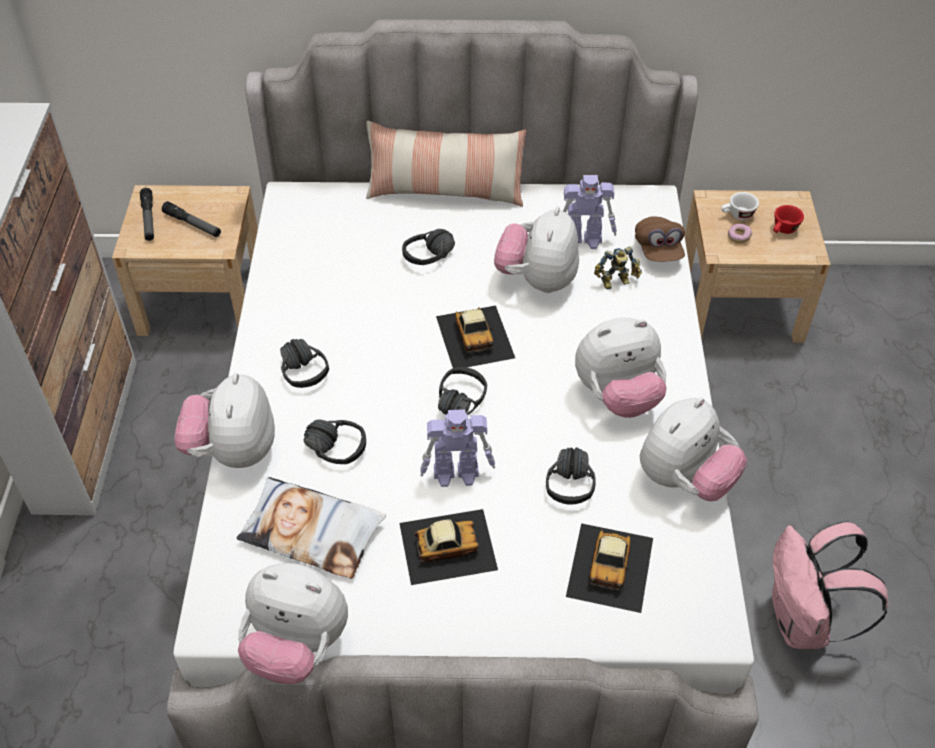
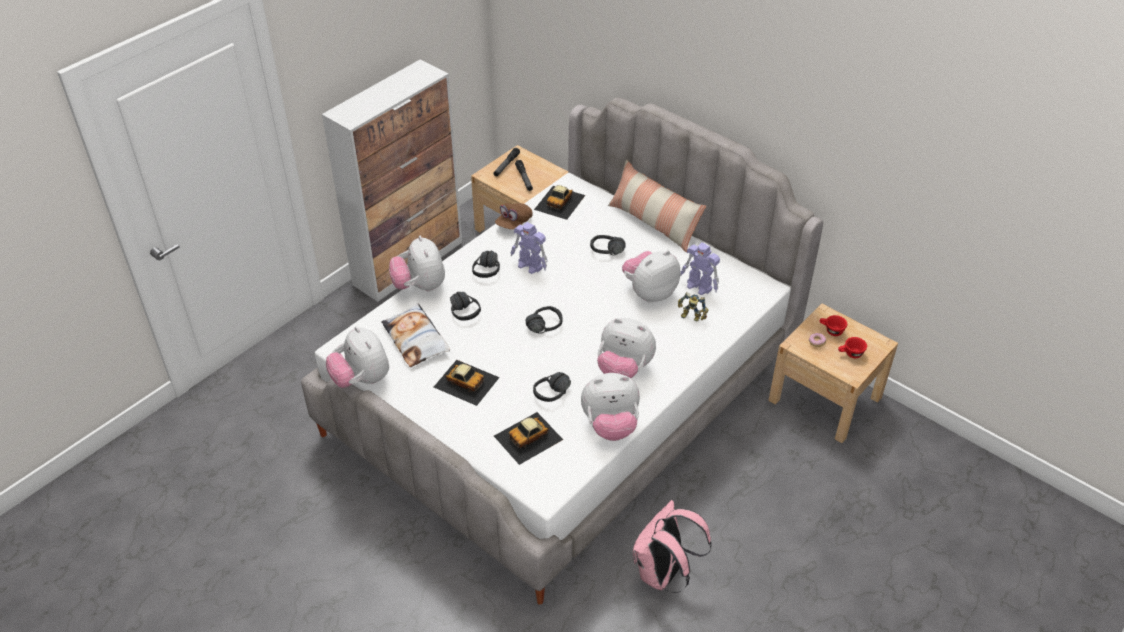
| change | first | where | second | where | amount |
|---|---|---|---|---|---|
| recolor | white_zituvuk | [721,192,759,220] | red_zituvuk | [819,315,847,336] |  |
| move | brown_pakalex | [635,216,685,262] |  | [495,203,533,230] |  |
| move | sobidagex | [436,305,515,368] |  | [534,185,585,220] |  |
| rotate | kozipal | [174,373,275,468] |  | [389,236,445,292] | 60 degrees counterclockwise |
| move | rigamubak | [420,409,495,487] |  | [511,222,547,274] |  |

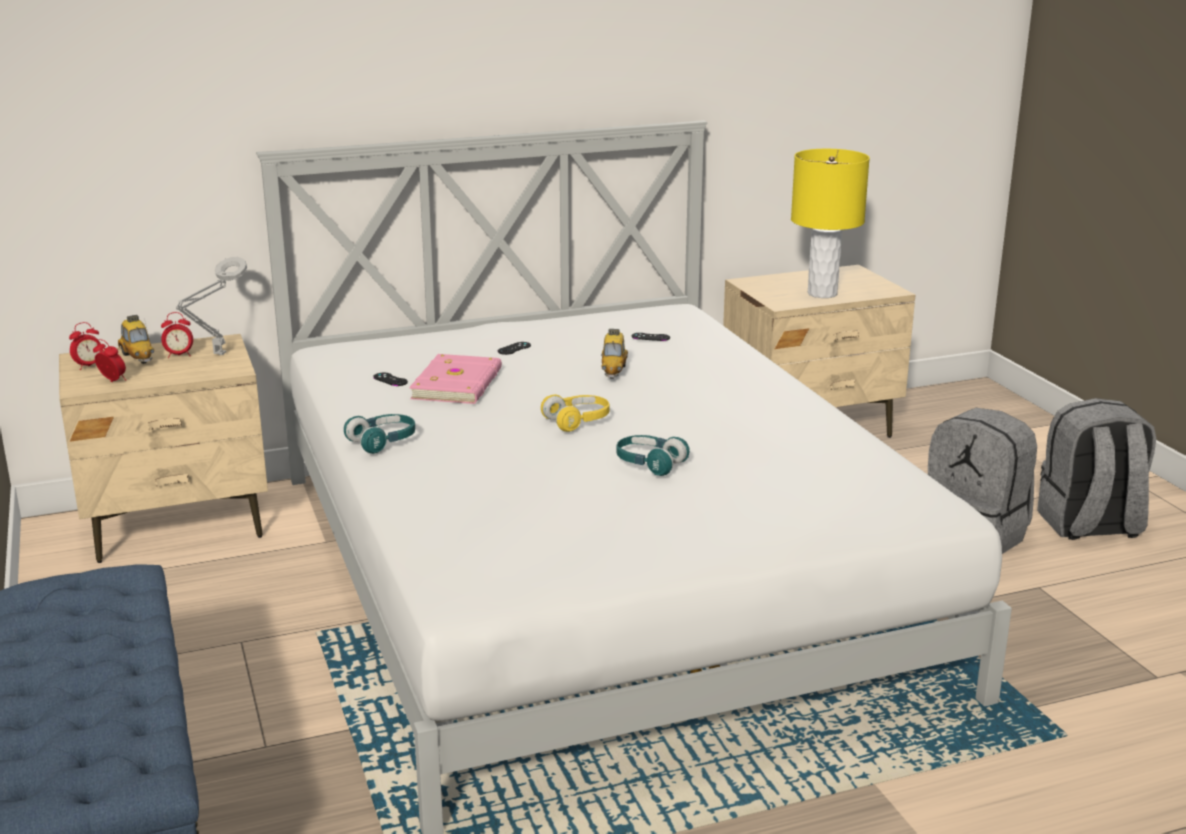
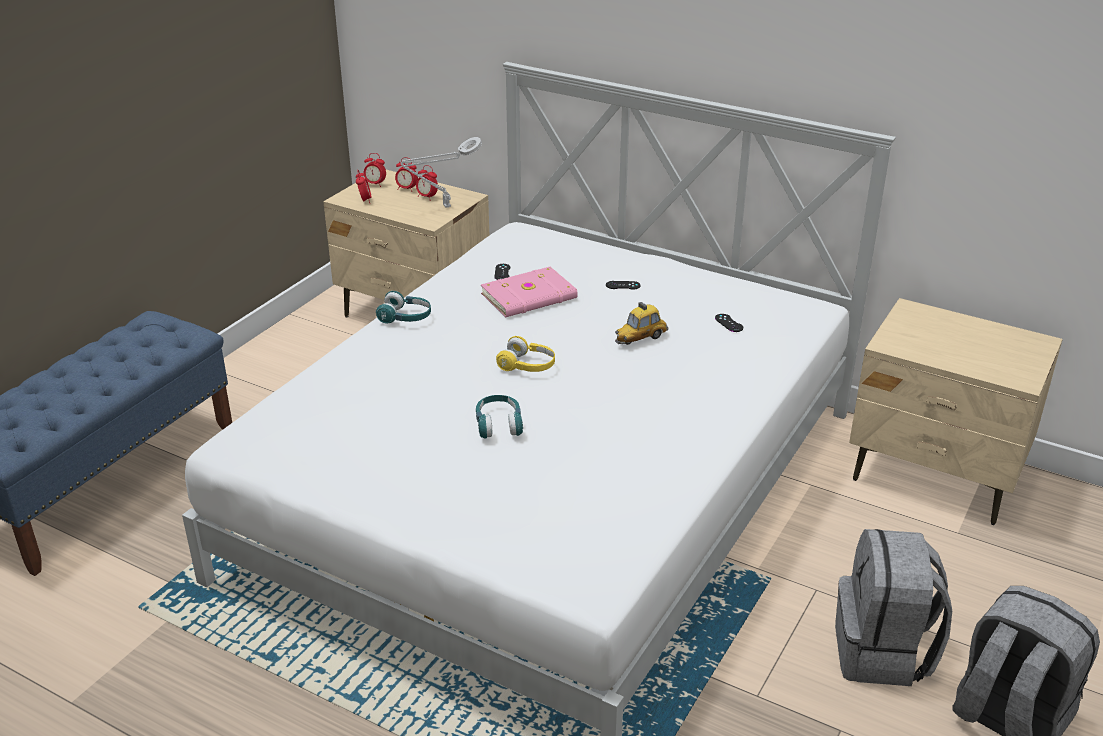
| change | first | where | second | where | amount |
|---|---|---|---|---|---|
| delete | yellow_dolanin | [791,149,870,298] |  |  |  |
| replace | sobidagex | [118,315,155,364] | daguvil | [395,157,418,192] |  |

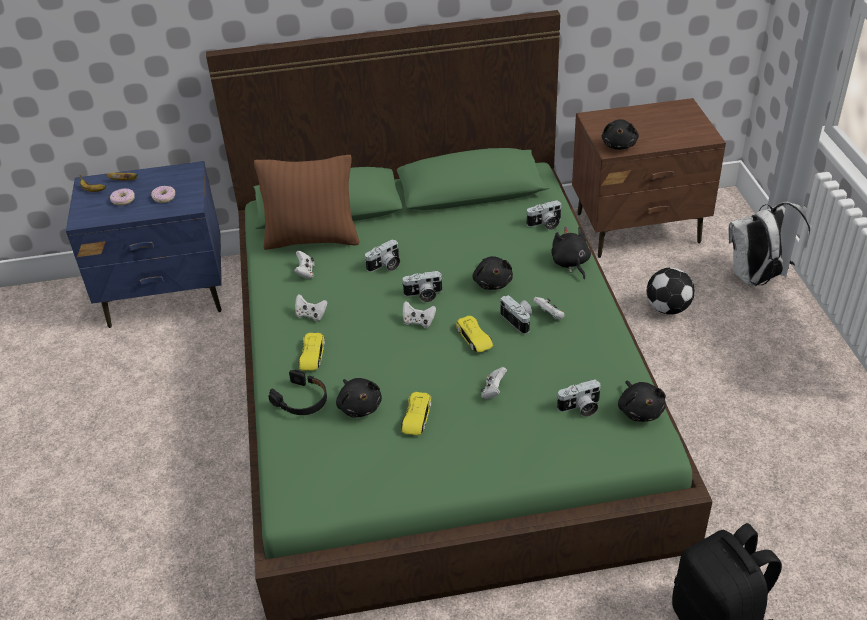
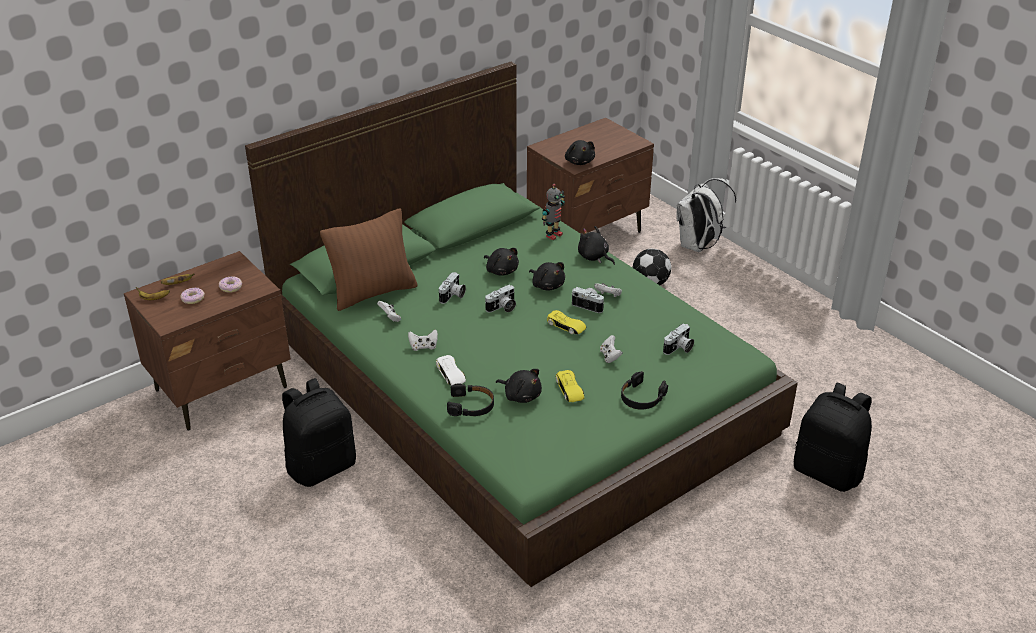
| change | first | where | second | where | amount |
|---|---|---|---|---|---|
| recolor | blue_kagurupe | [66,161,221,328] | brown_kagurupe | [124,251,291,431] |  |
| replace | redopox | [526,200,562,230] | rigamubak | [542,184,565,240] |  |
| delete | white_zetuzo | [403,301,436,328] |  |  |  |
| recolor | yellow_sobidagex | [298,333,325,371] | white_sobidagex | [436,355,466,386] |  |
| move | black_kozipal | [618,380,666,422] |  | [484,248,519,276] |  |
| insert |  |  | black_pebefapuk | [621,371,668,410] |  |
| insert |  |  | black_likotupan | [282,378,356,487] |  |

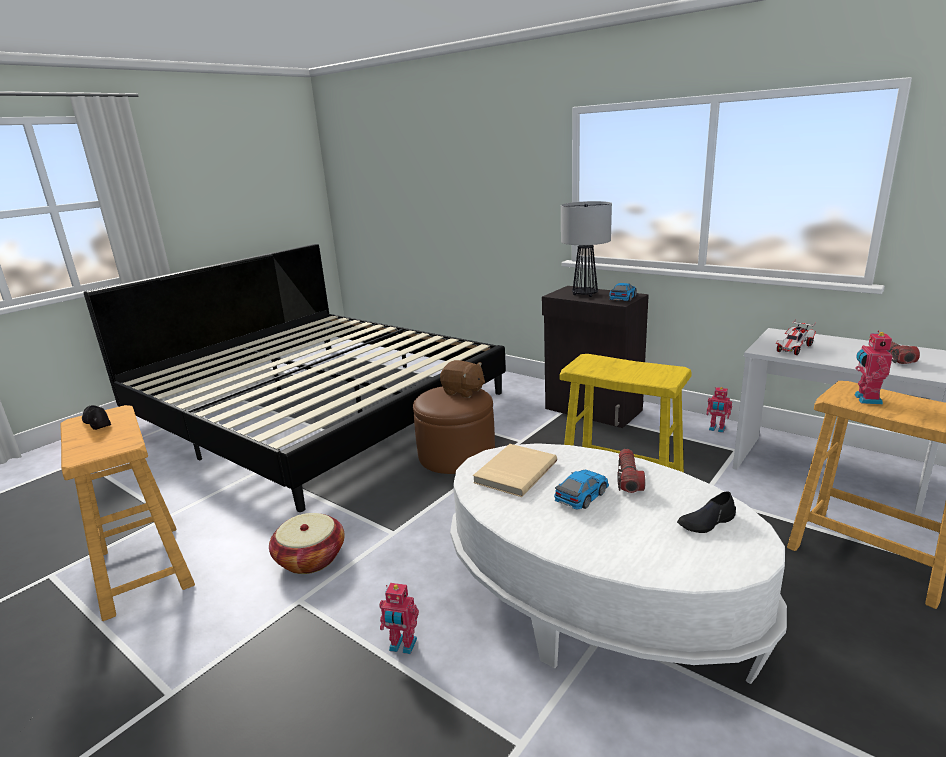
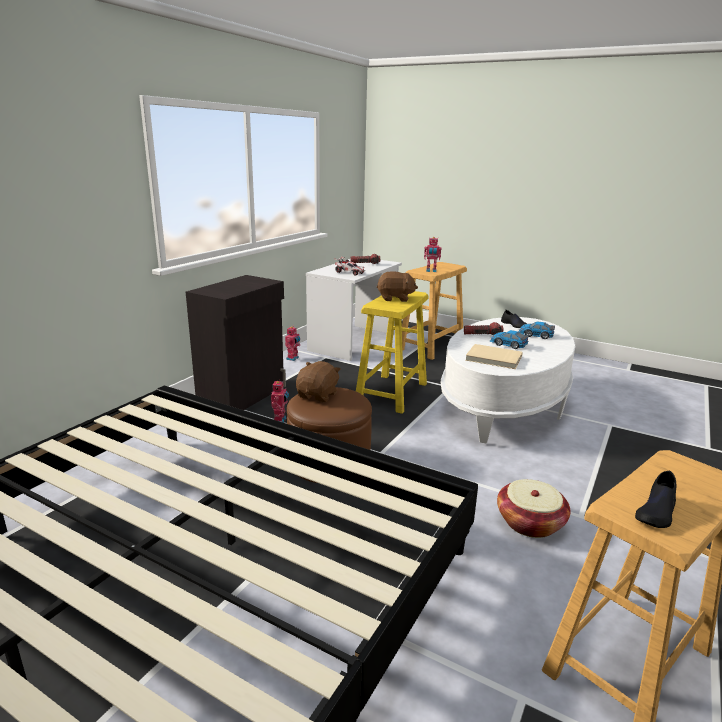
| change | first | where | second | where | amount |
|---|---|---|---|---|---|
| delete | dolanin | [561,201,612,297] |  |  |  |
| move | sobidagex | [609,283,637,302] |  | [518,321,555,339] |  |
| move | rigamubak | [379,583,419,654] |  | [271,381,289,423] |  |
| insert |  |  | brown_kozipal | [377,271,418,302] |  |

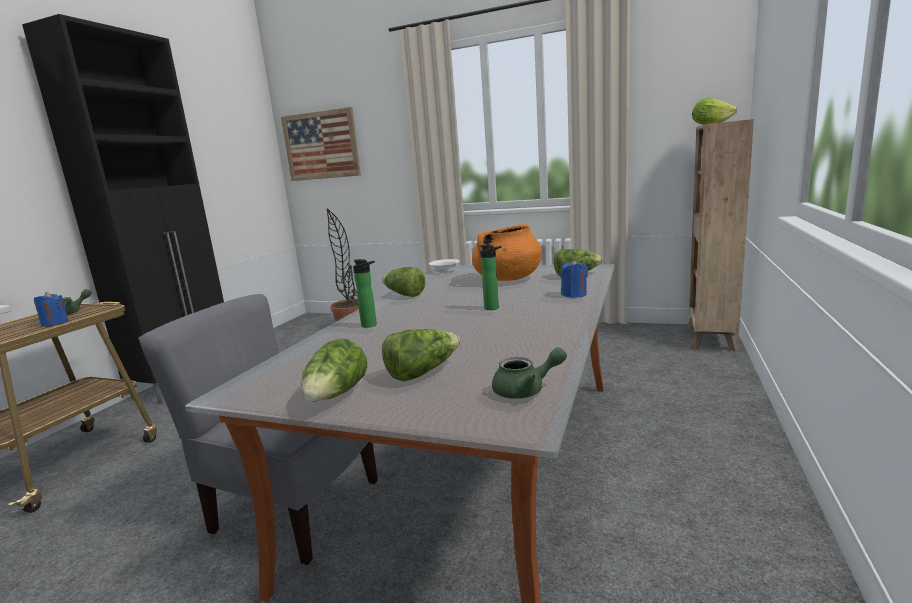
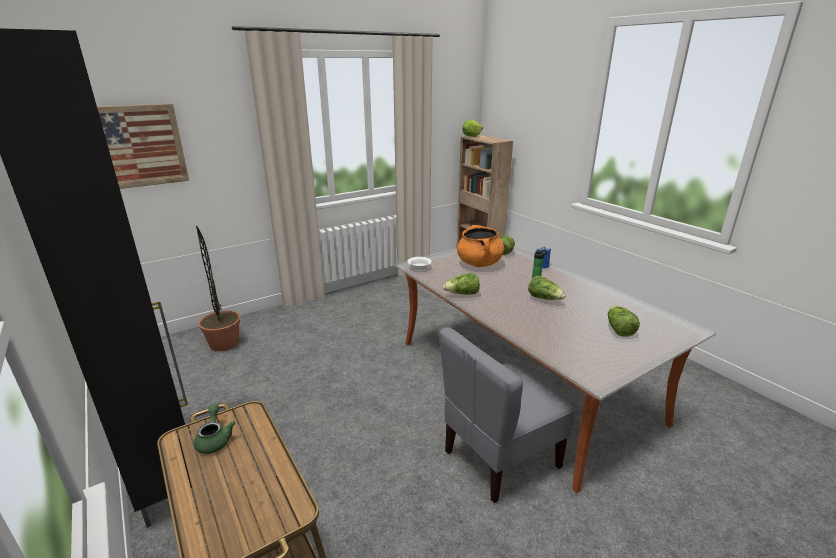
| change | first | where | second | where | amount |
|---|---|---|---|---|---|
| delete | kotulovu | [353,259,377,328] |  |  |  |
| delete | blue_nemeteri | [34,291,69,327] |  |  |  |
| move | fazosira | [301,339,367,402] |  | [528,275,565,300] |  |
| delete | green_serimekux | [492,347,567,399] |  |  |  |

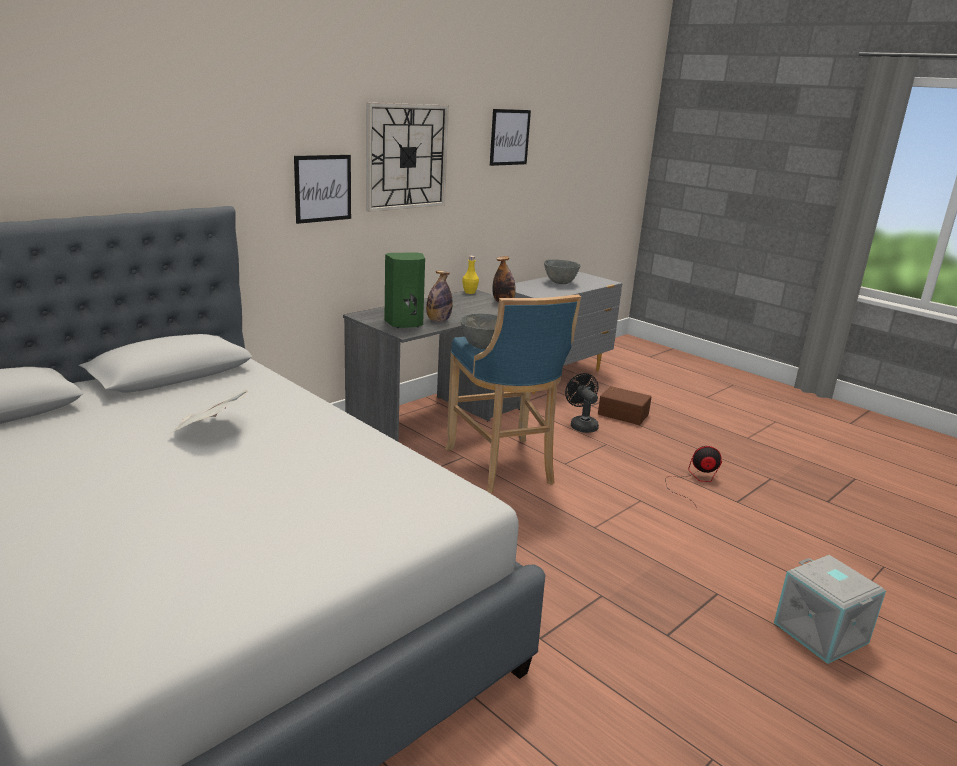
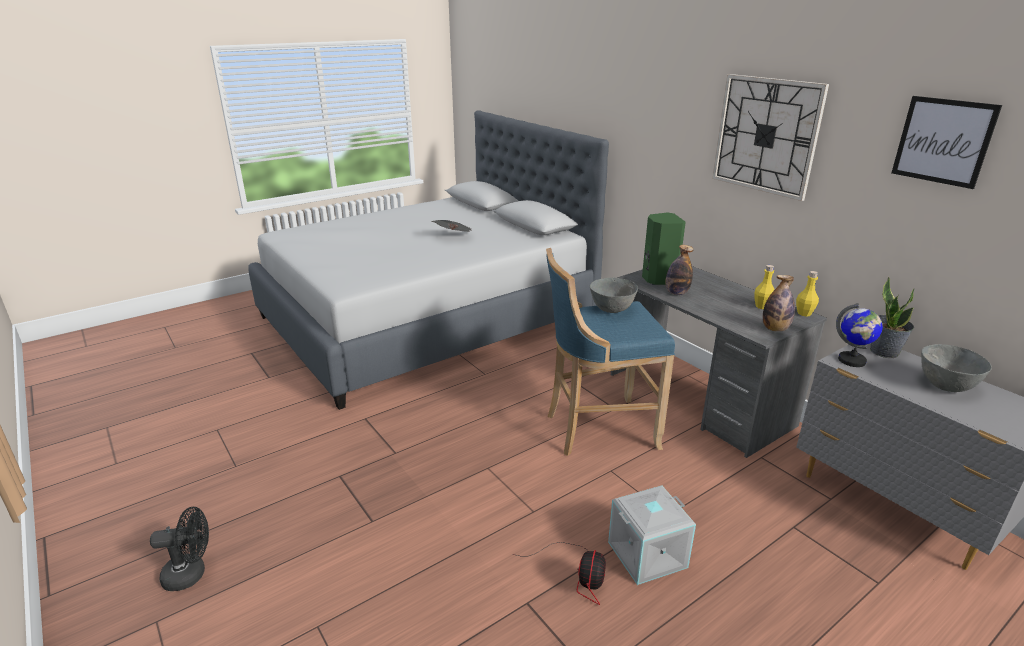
| change | first | where | second | where | amount |
|---|---|---|---|---|---|
| delete | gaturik | [294,155,351,224] |  |  |  |
| move | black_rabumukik | [565,373,599,433] |  | [150,507,209,591] |  |
| delete | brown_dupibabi | [598,386,652,425] |  |  |  |
| move | grey_dupibabi | [774,555,886,664] |  | [608,486,696,585] |  |
| insert |  |  | yellow_kotulovu | [754,265,775,309] |  |
| insert |  |  | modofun | [870,277,914,358] |  |
| insert |  |  | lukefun | [836,303,883,367] |  |

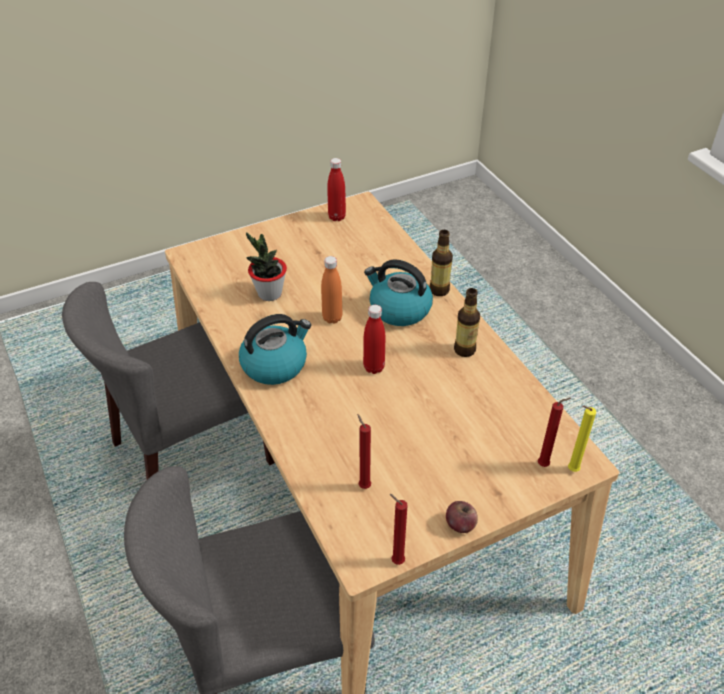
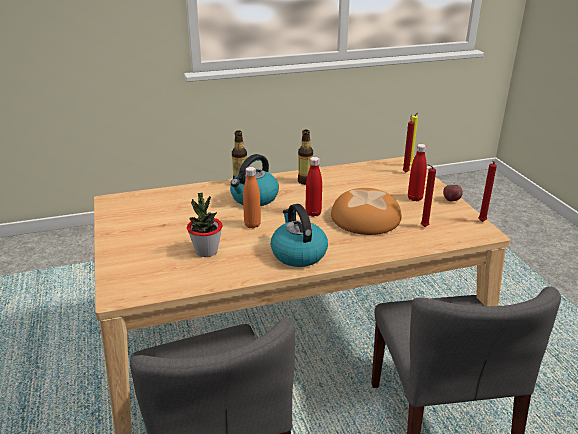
| change | first | where | second | where | amount |
|---|---|---|---|---|---|
| move | red_kotulovu | [327,158,346,221] |  | [408,144,427,201] |  |
| insert |  |  | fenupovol | [331,188,401,235] |  |

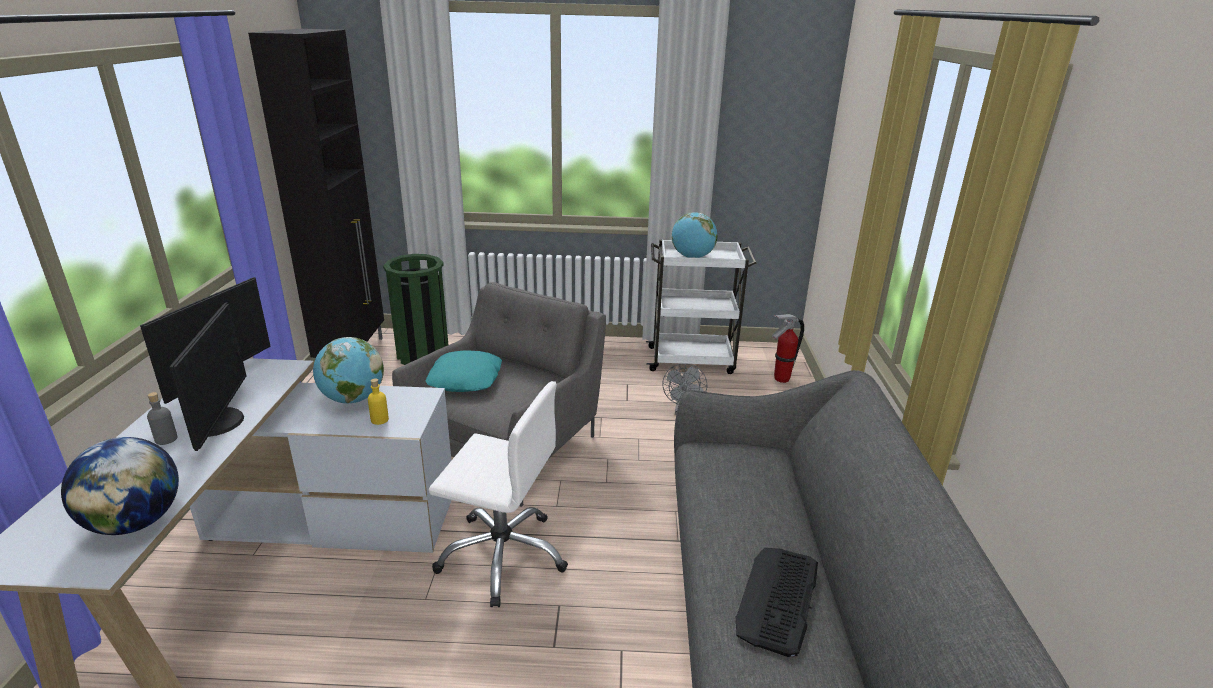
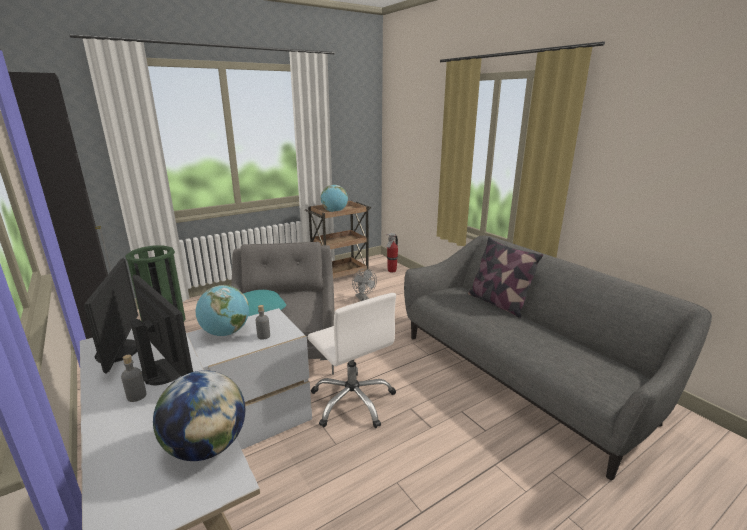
| change | first | where | second | where | amount |
|---|---|---|---|---|---|
| recolor | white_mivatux | [646,239,757,374] | brown_mivatux | [305,200,371,279] |  |
| recolor | yellow_kotulovu | [368,378,389,425] | grey_kotulovu | [256,305,270,340] |  |
| rotate | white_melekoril | [429,381,568,607] |  | [307,293,396,428] | 75 degrees clockwise |
| delete | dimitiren | [736,548,818,657] |  |  |  |
| insert |  |  | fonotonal | [468,237,543,318] |  |

